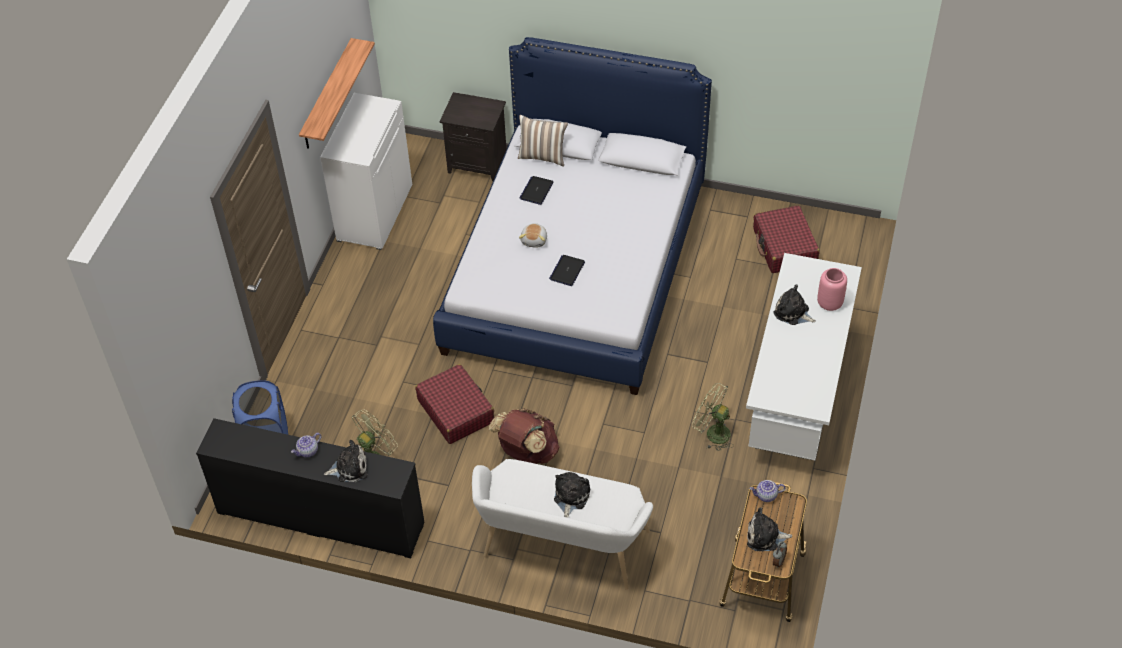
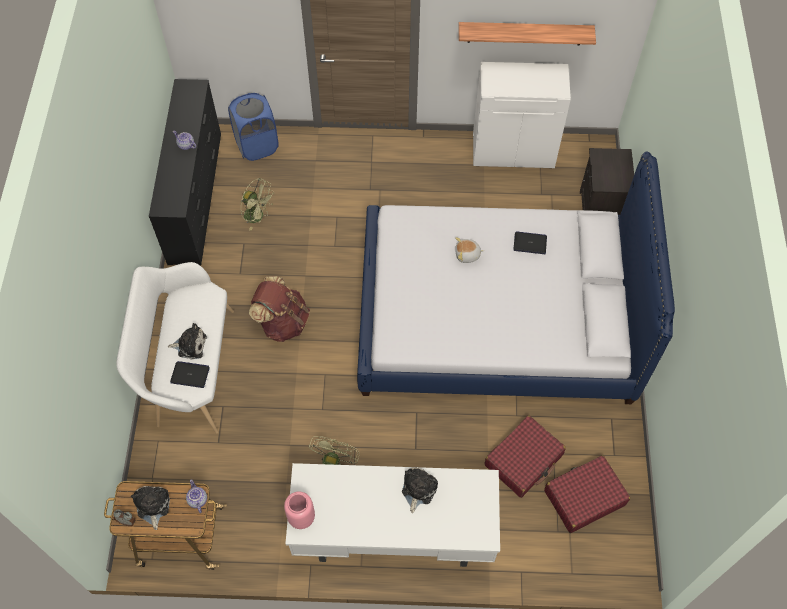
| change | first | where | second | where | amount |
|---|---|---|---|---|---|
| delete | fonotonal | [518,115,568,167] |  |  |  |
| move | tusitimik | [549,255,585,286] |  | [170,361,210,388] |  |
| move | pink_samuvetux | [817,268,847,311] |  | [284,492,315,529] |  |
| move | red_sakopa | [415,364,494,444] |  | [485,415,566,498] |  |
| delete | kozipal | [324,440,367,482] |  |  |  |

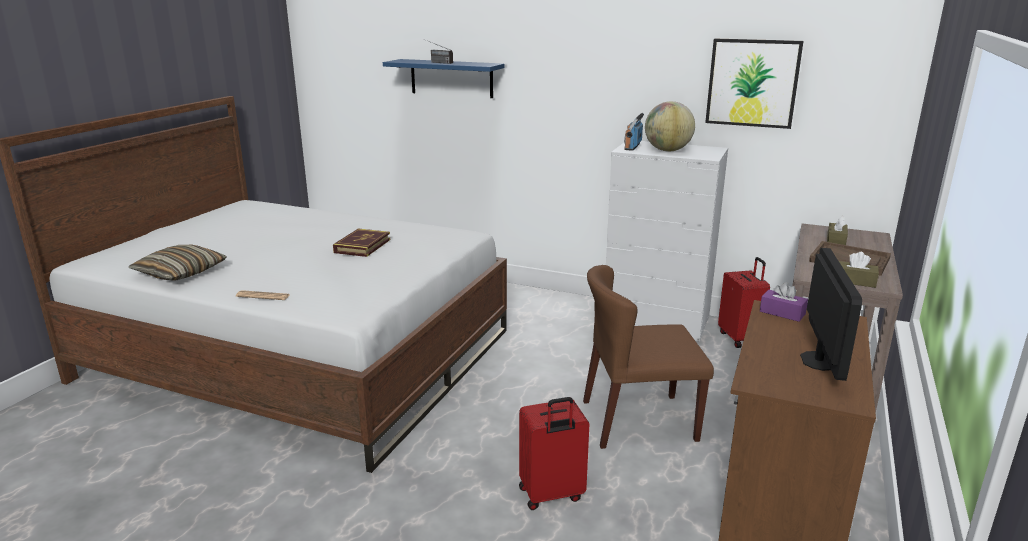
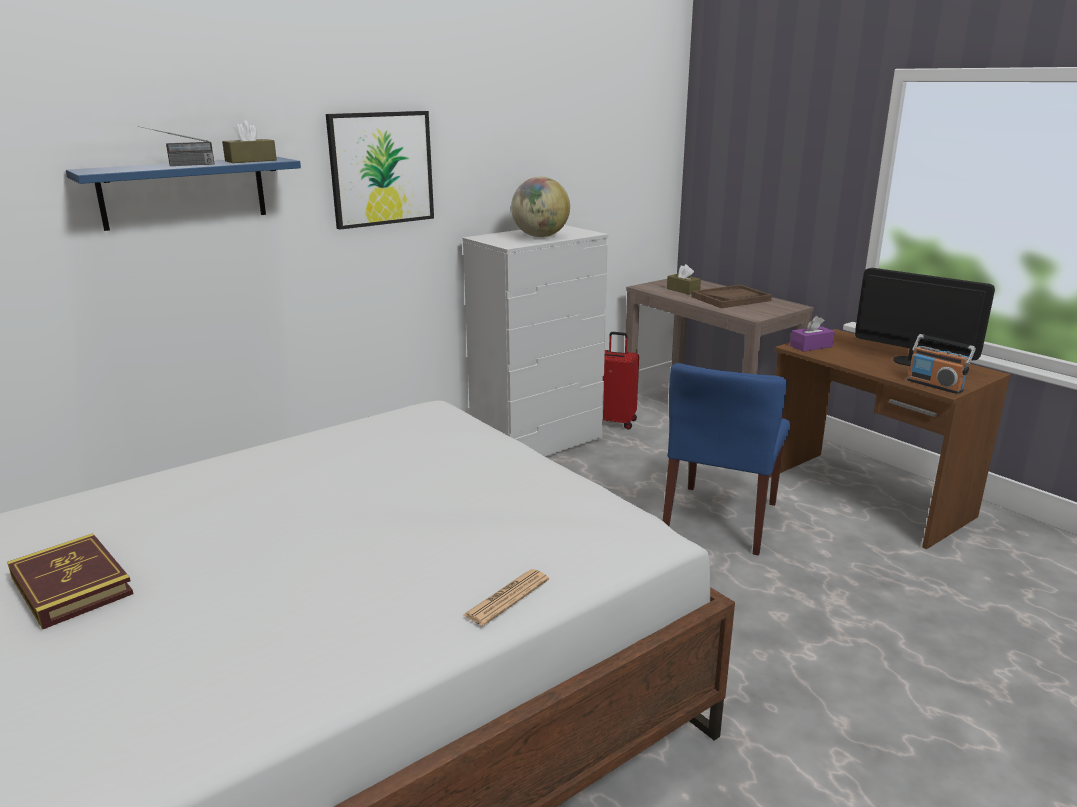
| change | first | where | second | where | amount |
|---|---|---|---|---|---|
| move | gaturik | [705,39,804,129] |  | [326,111,434,230] |  |
| move | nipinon | [624,113,644,151] |  | [907,334,976,394] |  |
| move | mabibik | [333,229,390,257] |  | [7,533,133,629] |  |
| delete | fonotonal | [129,245,227,281] |  |  |  |
| move | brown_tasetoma | [839,252,879,288] |  | [222,120,277,163] |  |
| recolor | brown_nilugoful | [583,265,714,449] | blue_nilugoful | [663,363,790,556] |  |
| delete | red_sakopa | [519,397,589,510] |  |  |  |

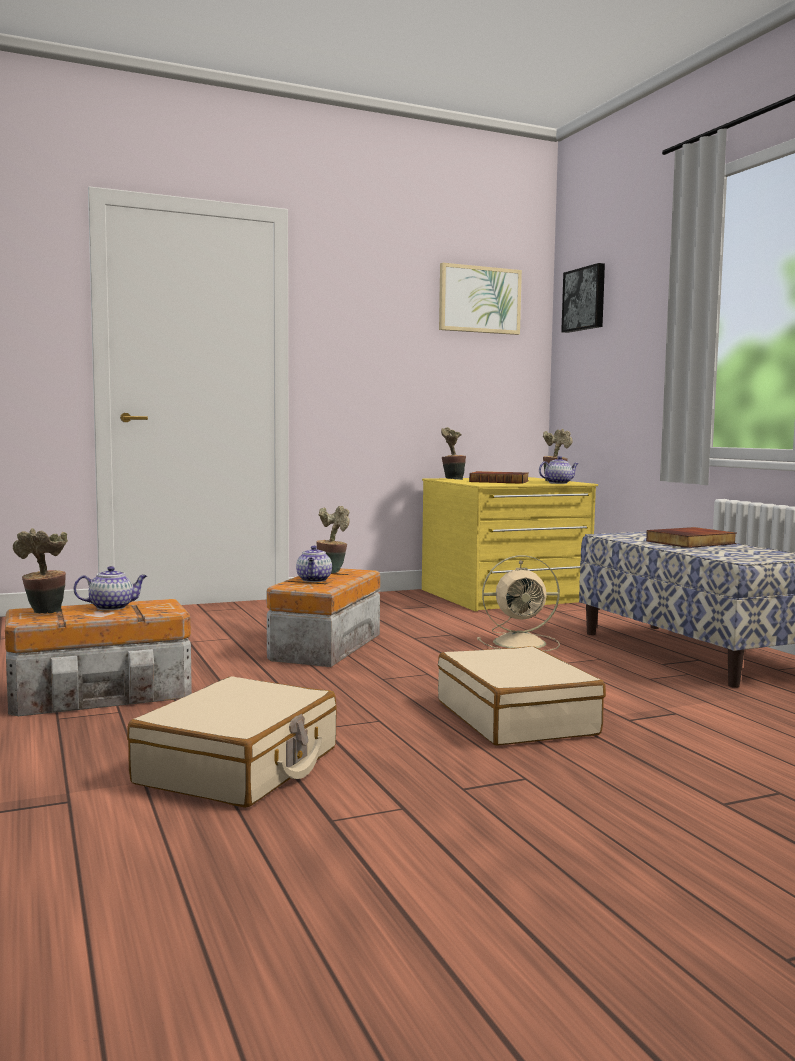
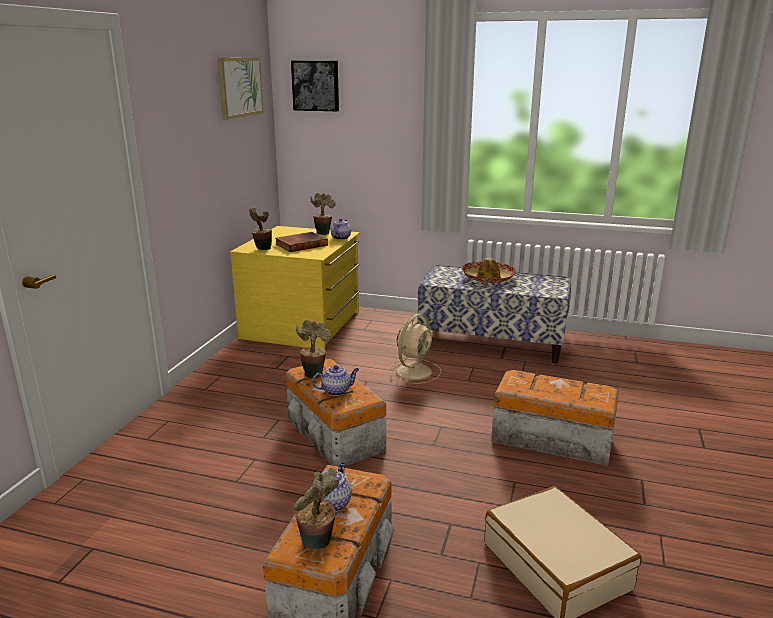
| change | first | where | second | where | amount |
|---|---|---|---|---|---|
| replace | mabibik | [646,527,737,548] | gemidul | [462,258,516,283] |  |
| rotate | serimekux | [296,546,332,582] |  | [312,365,359,396] | 60 degrees counterclockwise |
| replace | beige_sakopa | [438,646,606,746] | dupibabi | [491,370,619,466] |  |

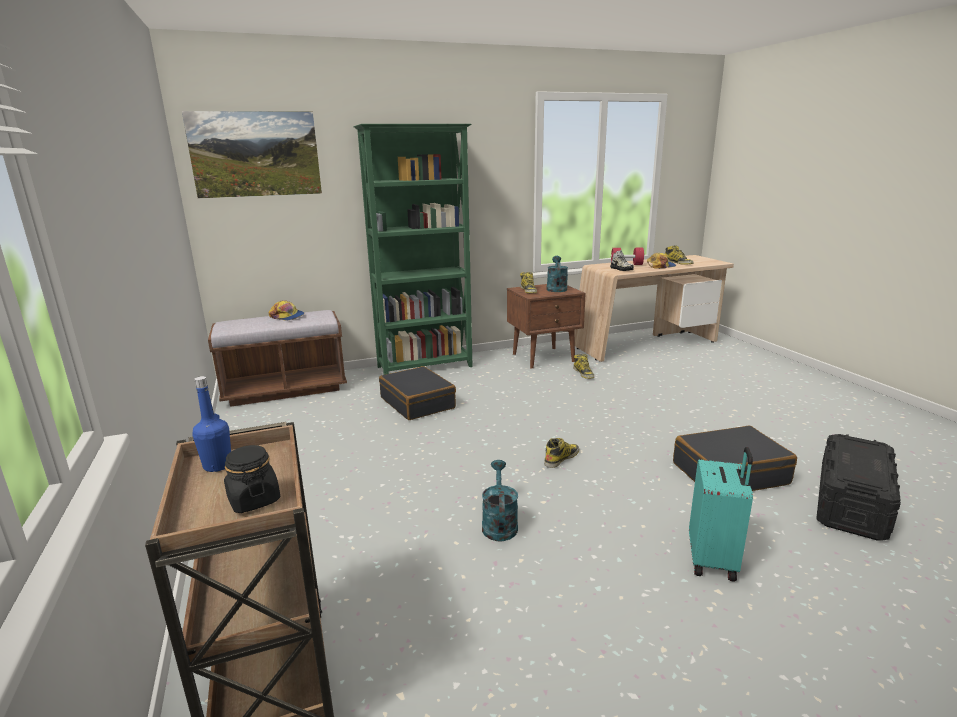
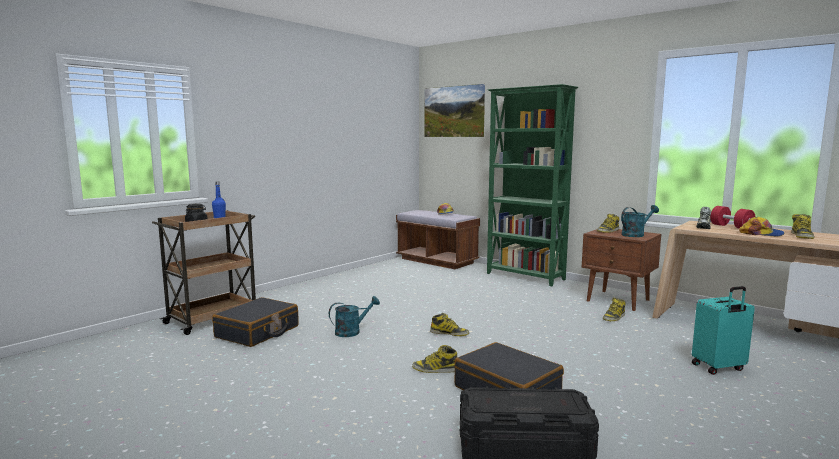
| change | first | where | second | where | amount |
|---|---|---|---|---|---|
| move | black_sakopa | [379,366,456,420] |  | [212,297,299,347] |  |
| move | turquoise_sakopa | [689,447,753,582] |  | [692,286,755,375] |  |
| insert |  |  | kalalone | [412,345,457,373] |  |

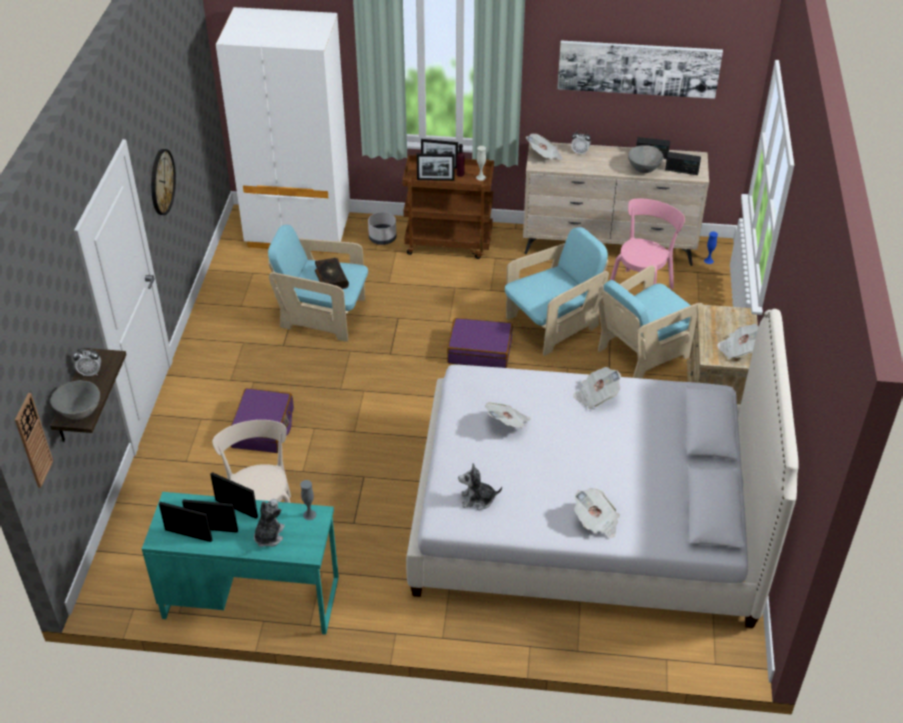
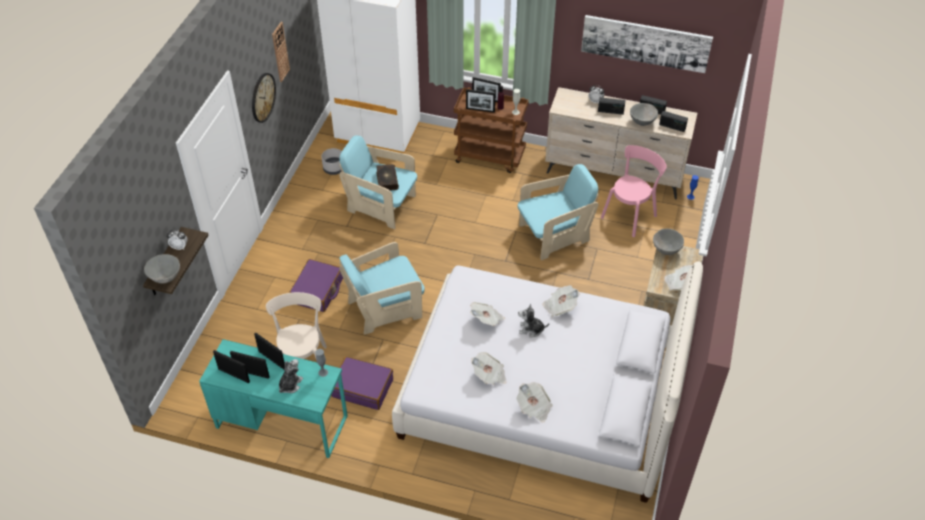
| change | first | where | second | where | amount |
|---|---|---|---|---|---|
| move | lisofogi | [526,134,563,160] |  | [471,352,506,385] |  |
| move | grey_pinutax | [368,212,397,245] |  | [321,148,342,175] |  |
| move | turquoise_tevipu | [598,266,704,379] |  | [339,242,425,334] |  |
| move | purple_sakopa | [447,318,513,368] |  | [331,357,393,410] |  |
| move | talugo | [15,393,53,488] |  | [272,22,290,82] |  |
| move | kozipal | [458,463,502,510] |  | [518,303,549,338] |  |
| insert |  |  | nipinon | [598,97,625,115] |  |
| insert |  |  | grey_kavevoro | [653,229,684,255] |  |

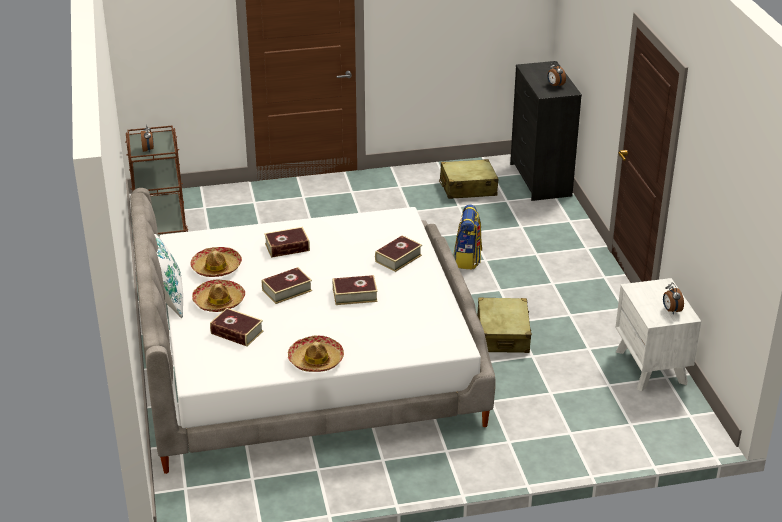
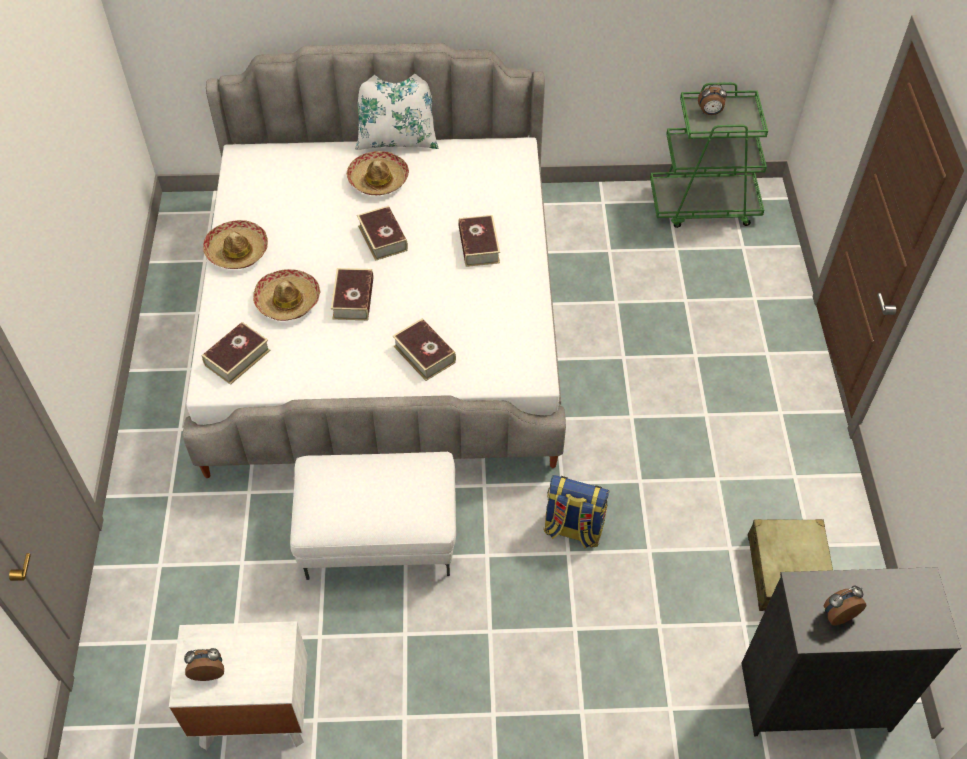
| change | first | where | second | where | amount |
|---|---|---|---|---|---|
| recolor | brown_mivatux | [125,126,188,237] | green_mivatux | [650,82,768,228] |  |
| move | gemidul | [190,247,242,277] |  | [253,269,320,321] |  |
| replace | beige_sakopa | [477,298,532,353] | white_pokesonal | [290,452,456,580] |  |
| move | mabibik | [210,308,264,347] |  | [202,322,271,385] |  |

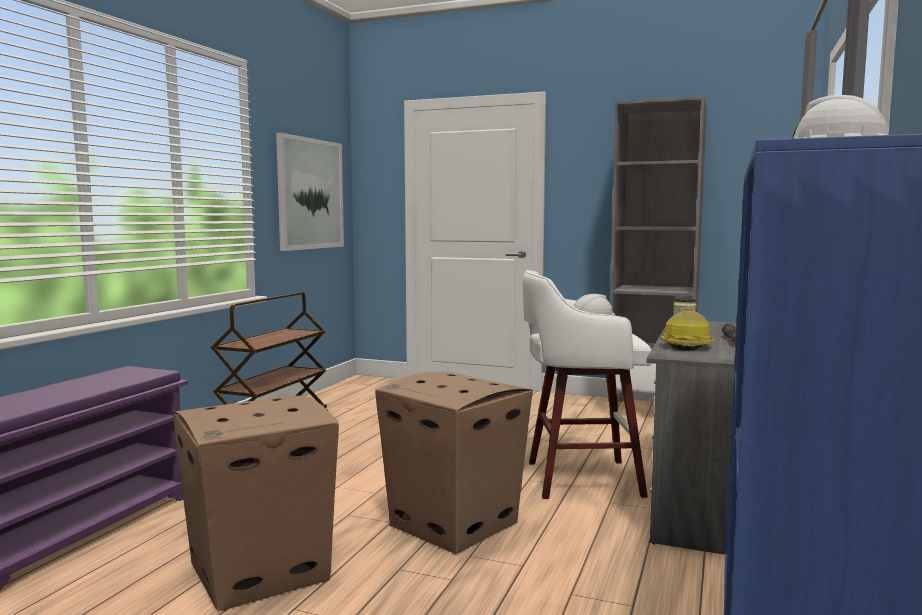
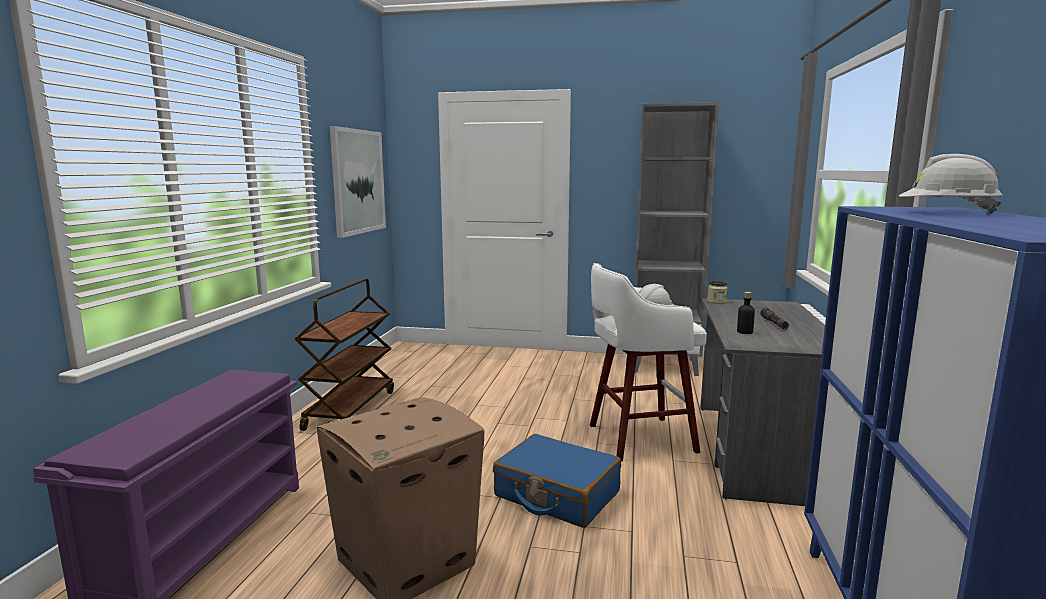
| change | first | where | second | where | amount |
|---|---|---|---|---|---|
| replace | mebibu | [660,310,714,351] | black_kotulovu | [737,292,755,334] |  |
| replace | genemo | [375,372,533,554] | blue_sakopa | [493,434,621,528] |  |

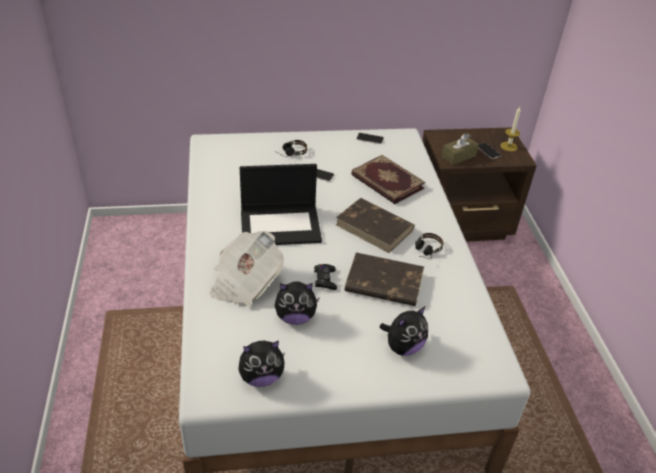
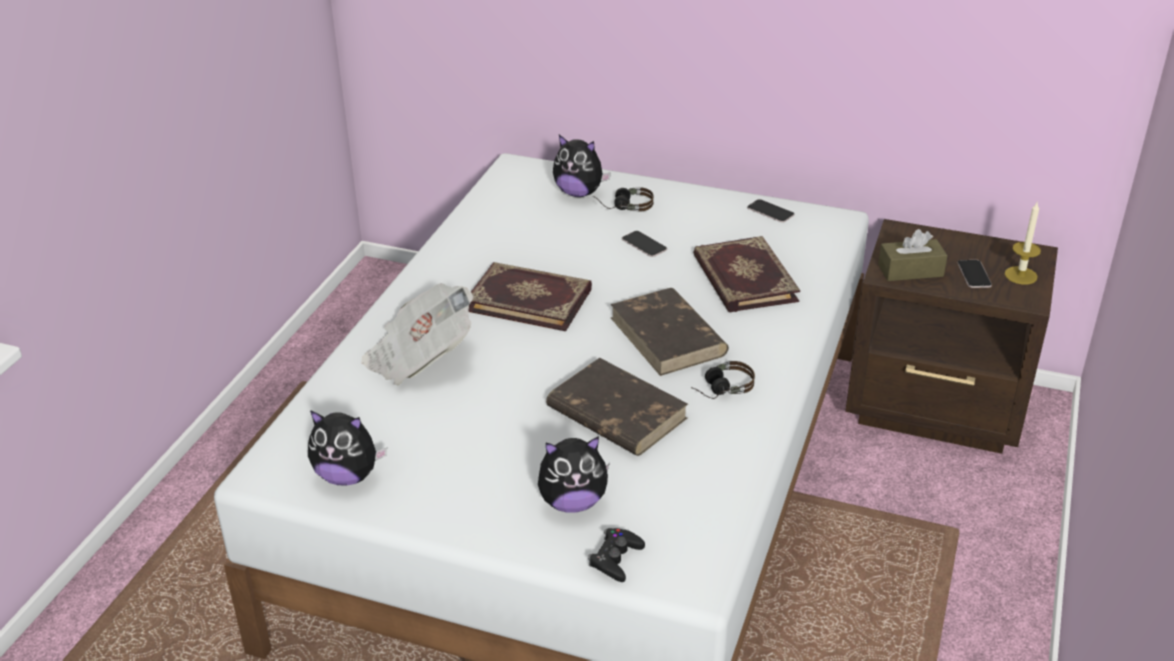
| change | first | where | second | where | amount |
|---|---|---|---|---|---|
| replace | tusitimik | [240,164,322,245] | mabibik | [468,262,592,331] |  |
| move | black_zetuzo | [314,264,337,290] |  | [588,528,645,582] |  |
| move | kozipal | [275,281,320,325] |  | [553,135,611,197] |  |

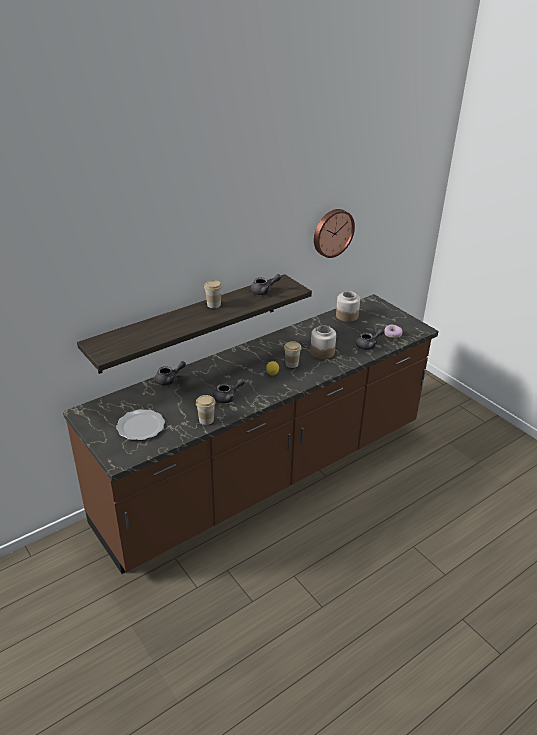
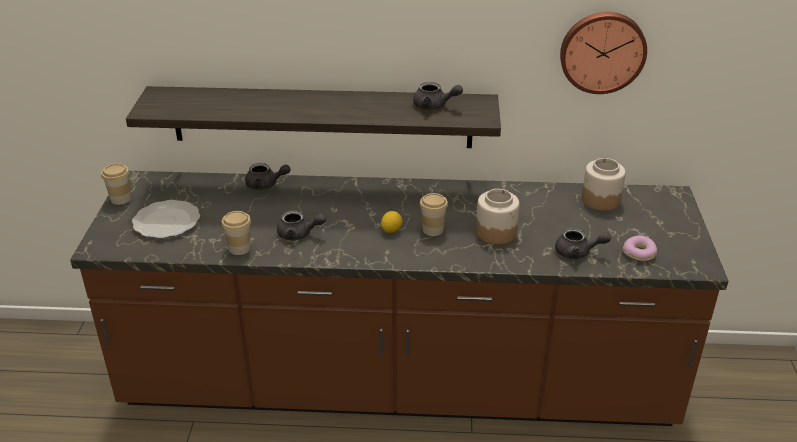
| change | first | where | second | where | amount |
|---|---|---|---|---|---|
| move | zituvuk | [204,280,223,308] |  | [101,164,131,205] |  |

